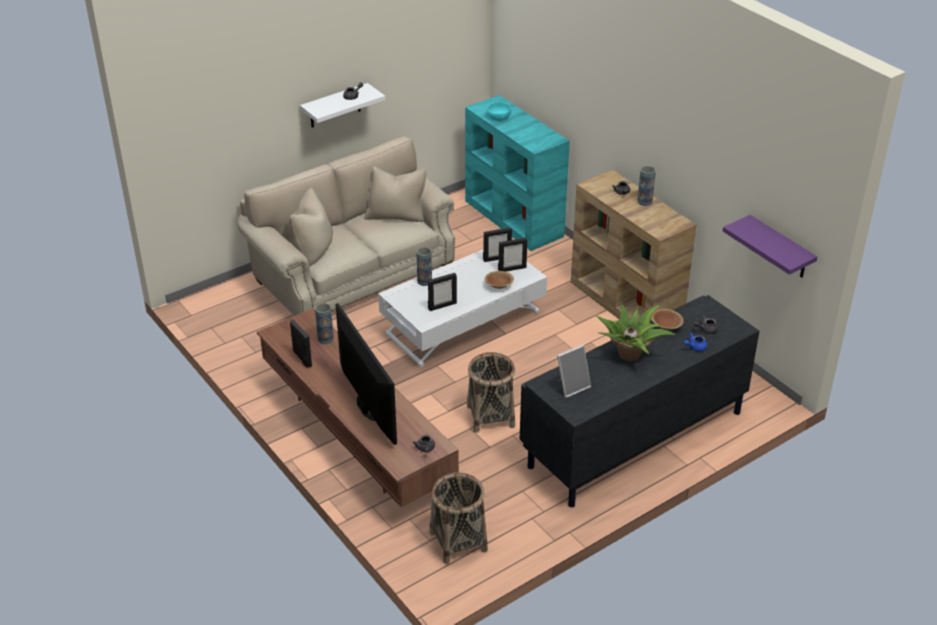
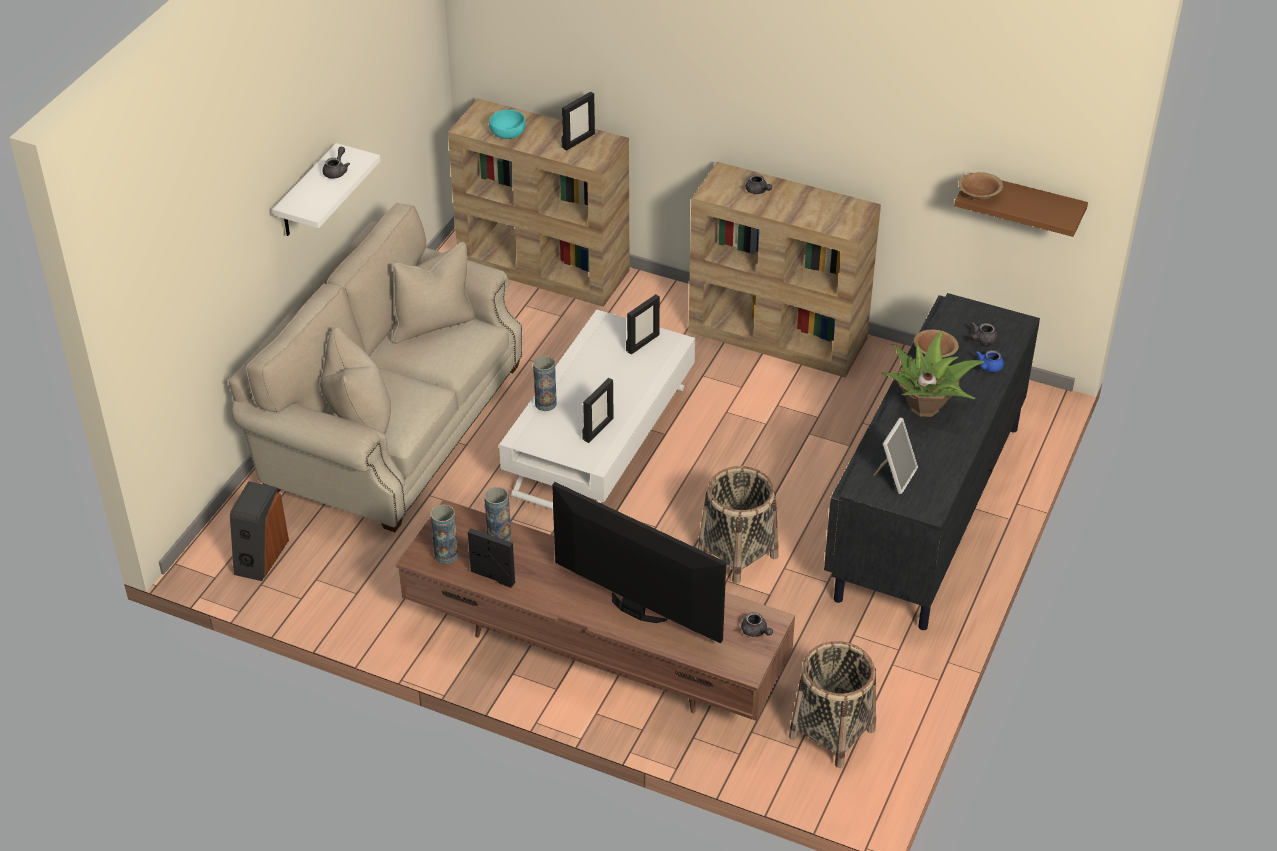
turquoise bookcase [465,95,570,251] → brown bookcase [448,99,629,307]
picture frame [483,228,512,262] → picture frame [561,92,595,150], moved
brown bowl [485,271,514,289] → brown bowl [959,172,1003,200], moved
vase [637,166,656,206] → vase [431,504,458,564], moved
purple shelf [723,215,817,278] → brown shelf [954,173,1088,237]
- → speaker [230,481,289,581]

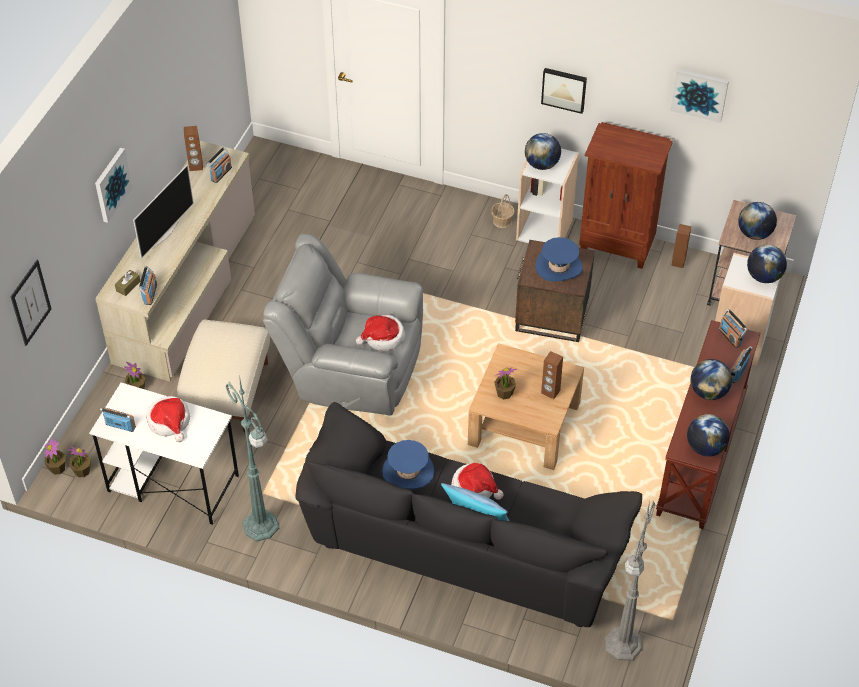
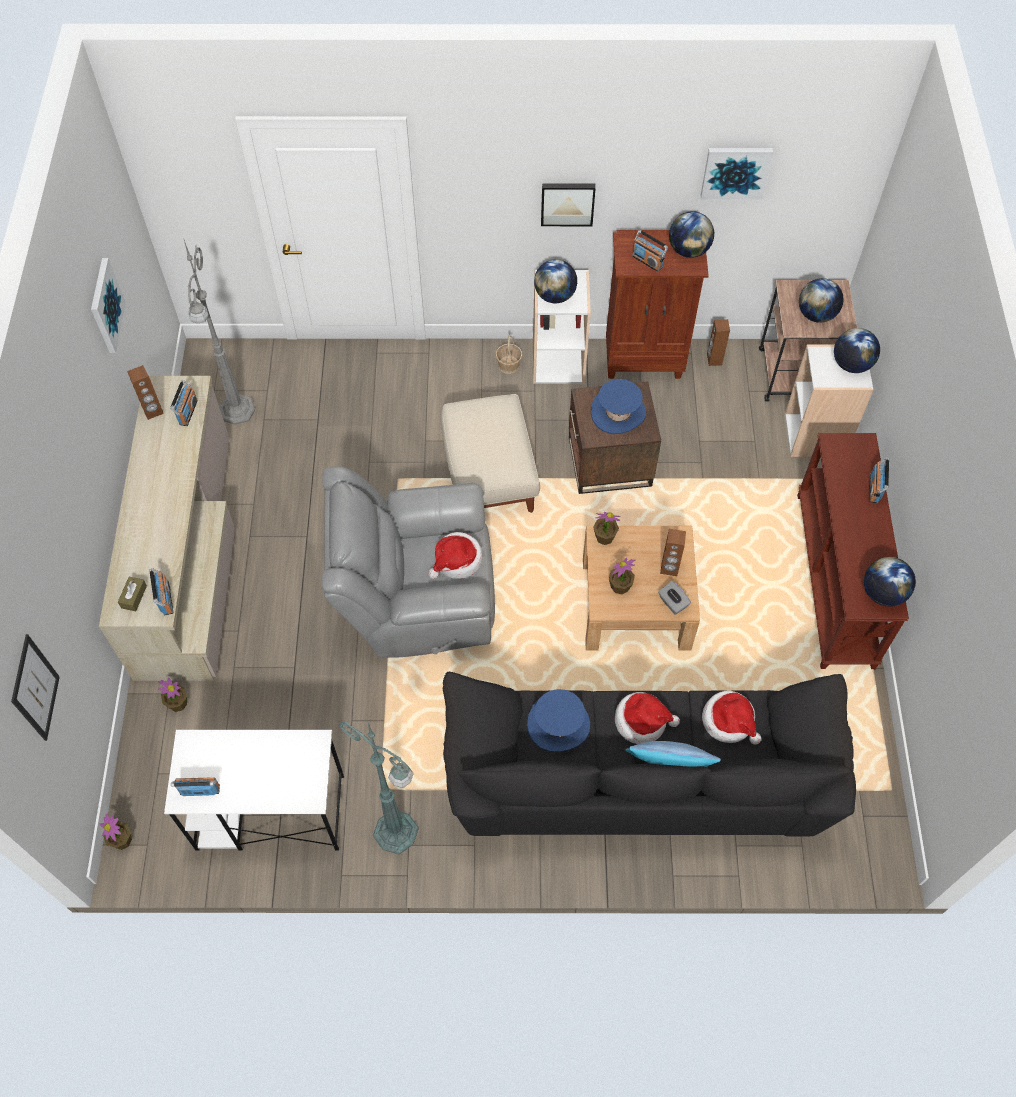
potted plant [67,447,91,477] → potted plant [593,512,620,545], moved
picture [95,148,132,223] → picture [91,258,126,353], moved
television [133,165,194,259] → -
hat [146,396,190,442] → hat [702,691,762,745], moved
beige ottoman [176,320,270,434] → beige ottoman [440,394,540,513], moved
grey floor lamp [605,501,655,661] → grey floor lamp [183,238,255,425], moved
globe [691,359,732,400] → globe [669,211,714,258], moved
radio [719,309,748,348] → radio [632,230,668,272], moved
- → grey tissue box [658,581,691,615]

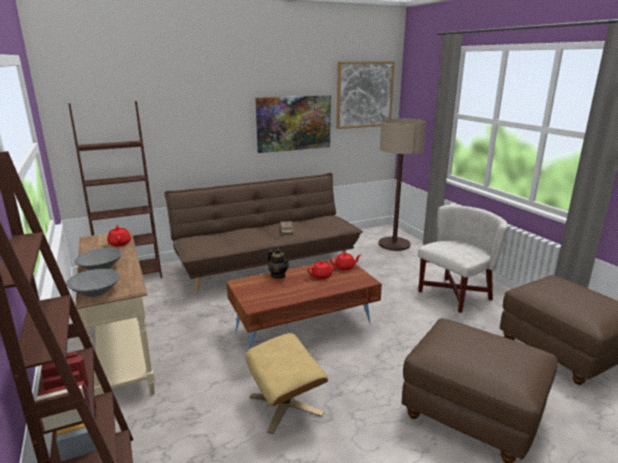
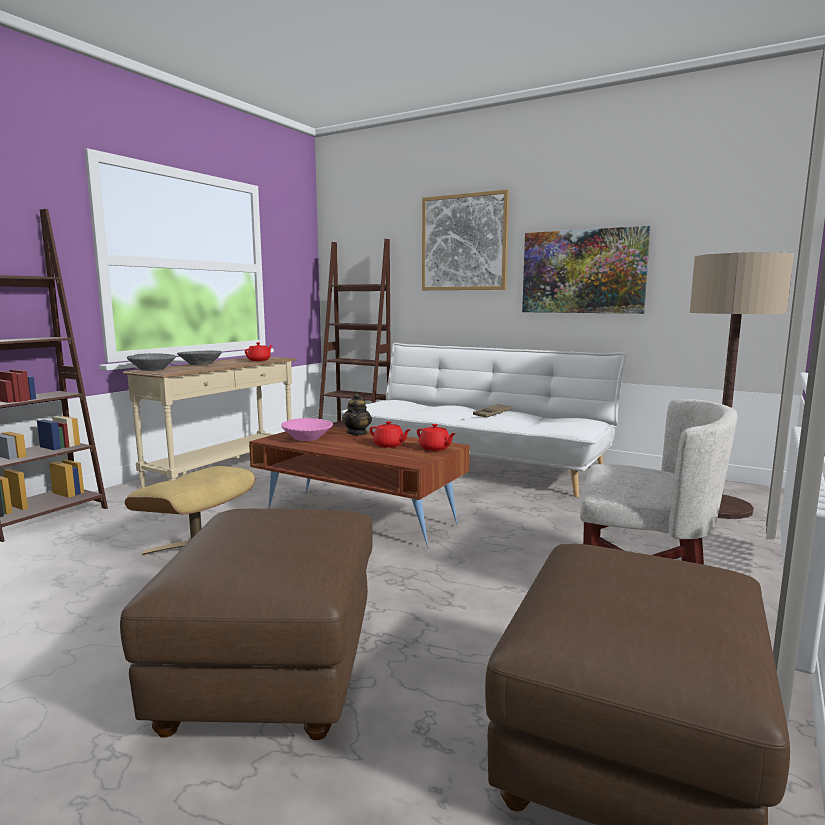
brown sofa [165,173,363,294] → white sofa [341,343,626,497]
picture [336,61,395,129] → picture [422,189,509,290], moved
- → pink bowl [281,418,333,441]

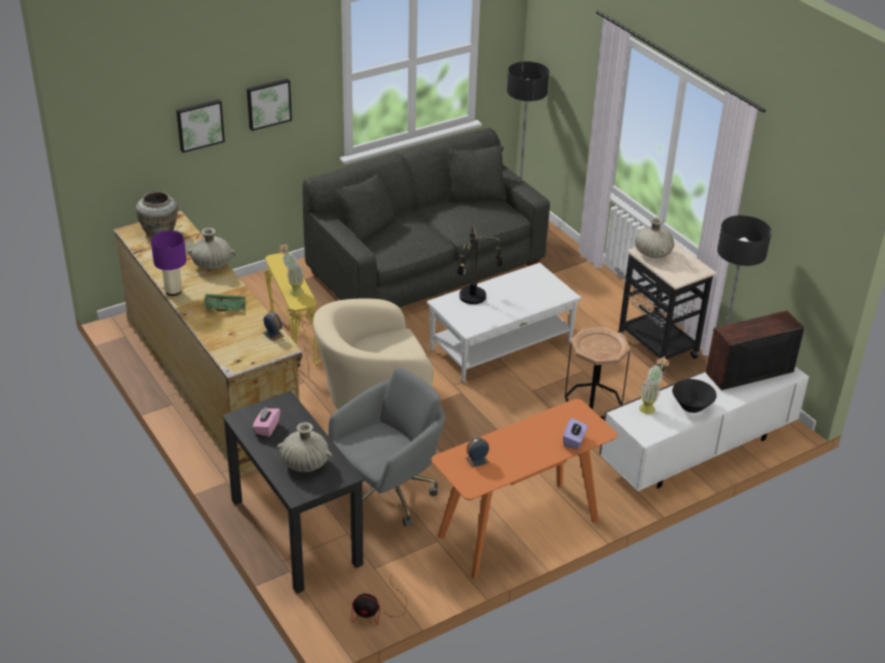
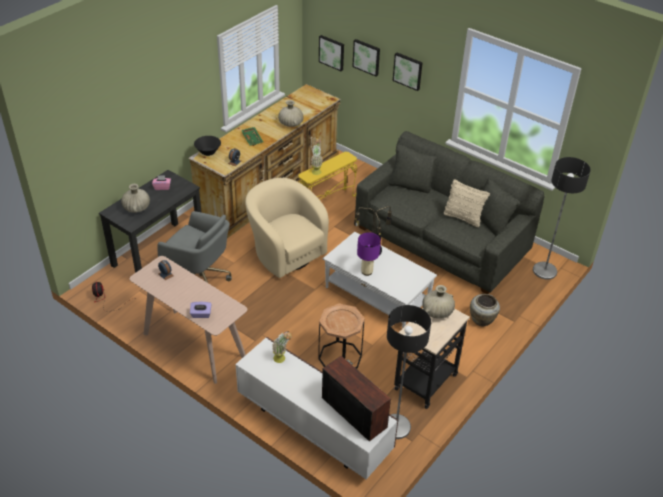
beige vase [136,192,178,237] → beige vase [470,294,500,326], moved
purple table lamp [151,231,186,296] → purple table lamp [357,232,381,276], moved
orange console table [431,399,618,579] → beige console table [130,256,247,384]
black bowl [672,379,717,413] → black bowl [194,136,221,156], moved
- → picture [319,35,344,71]
- → beige pillow [444,180,490,227]

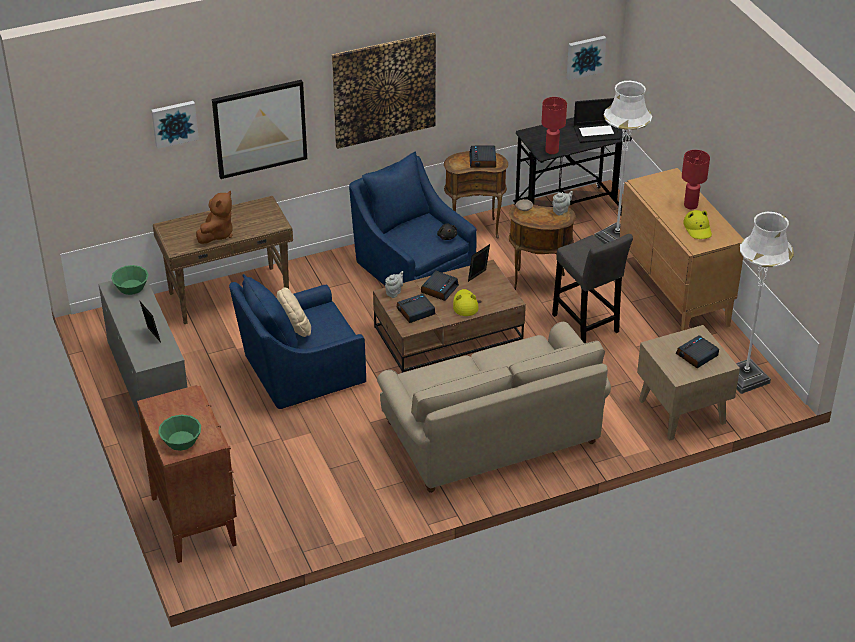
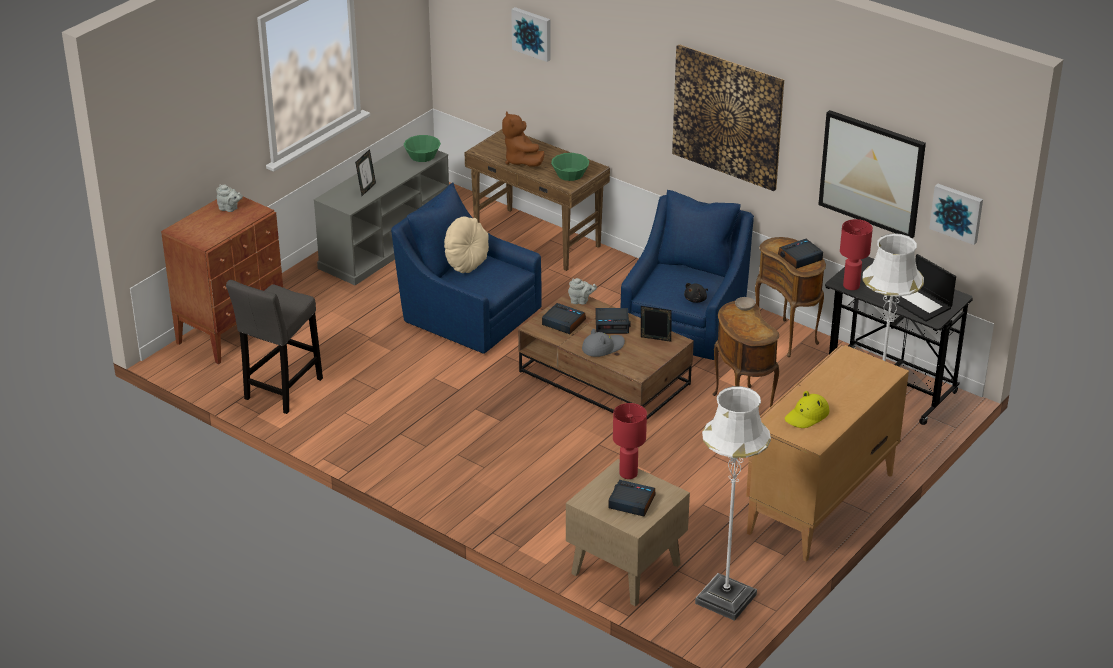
green bowl [158,414,201,451] → green bowl [551,153,589,181], moved
brown plush toy [196,191,233,244] → brown plush toy [502,111,545,167], 75 degrees clockwise
picture [212,80,307,179] → picture [818,110,926,239], moved
beige sofa [377,322,611,493] → -
yellow hat [453,289,479,316] → grey hat [582,329,625,357]
grey teapot [552,191,573,216] → grey teapot [216,184,243,212], moved
grey stool [552,234,633,343] → grey stool [226,280,323,414], moved
red table lamp [682,150,710,209] → red table lamp [613,403,647,479], moved

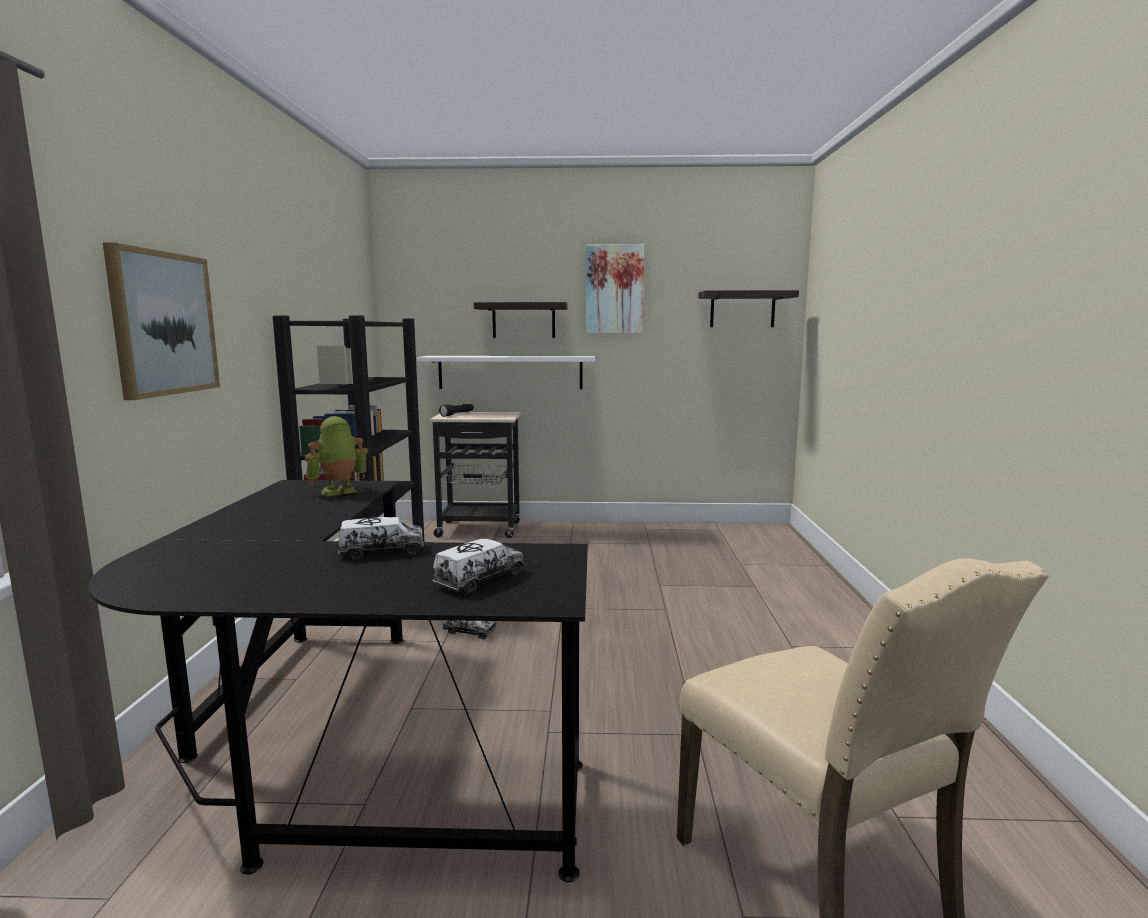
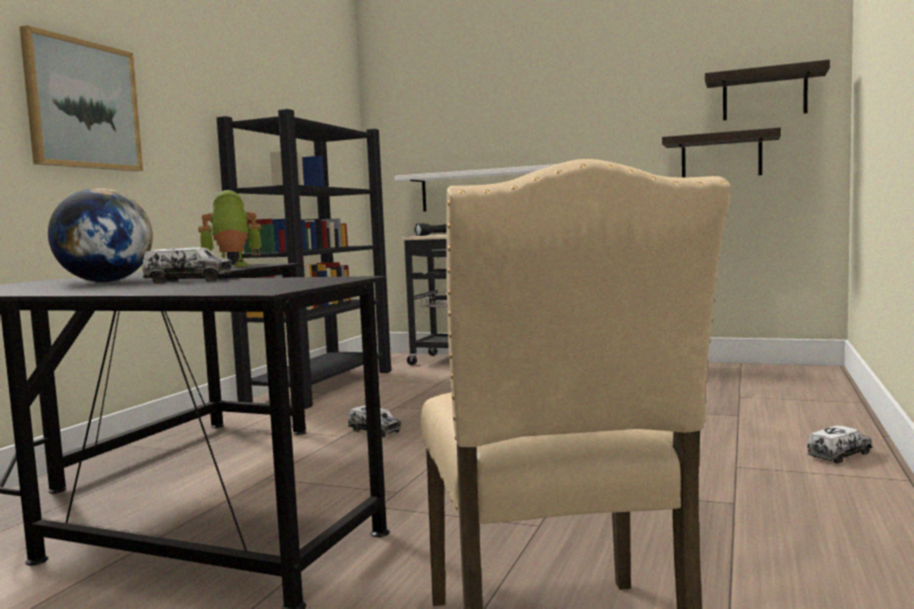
toy truck [432,539,524,593] → toy truck [807,426,872,463], moved
shelf [474,302,568,338] → shelf [662,127,781,177], moved
picture [586,244,644,333] → -
- → globe [48,188,153,282]

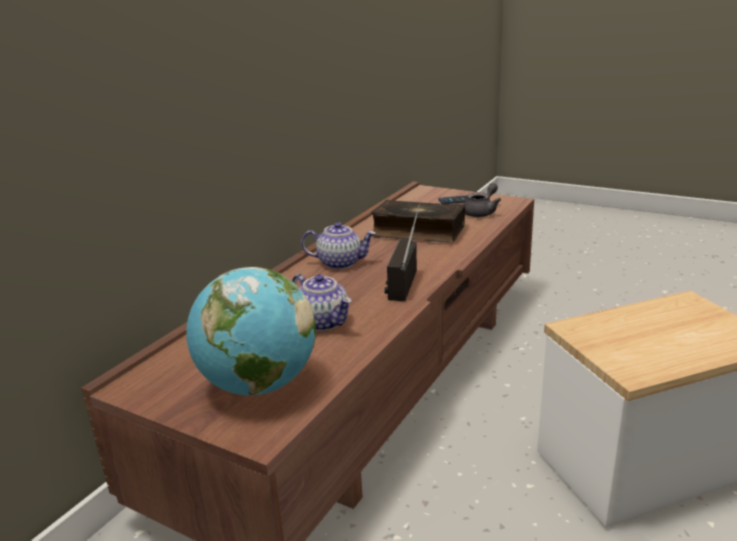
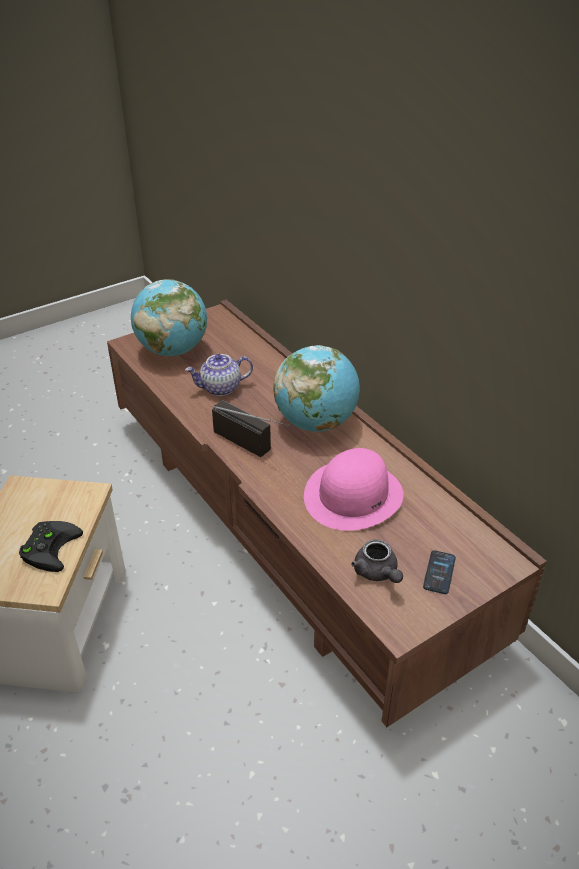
teapot [301,222,376,270] → globe [274,345,360,432]
book [371,200,465,243] → pink hat [304,448,403,531]
- → black game controller [19,521,83,572]

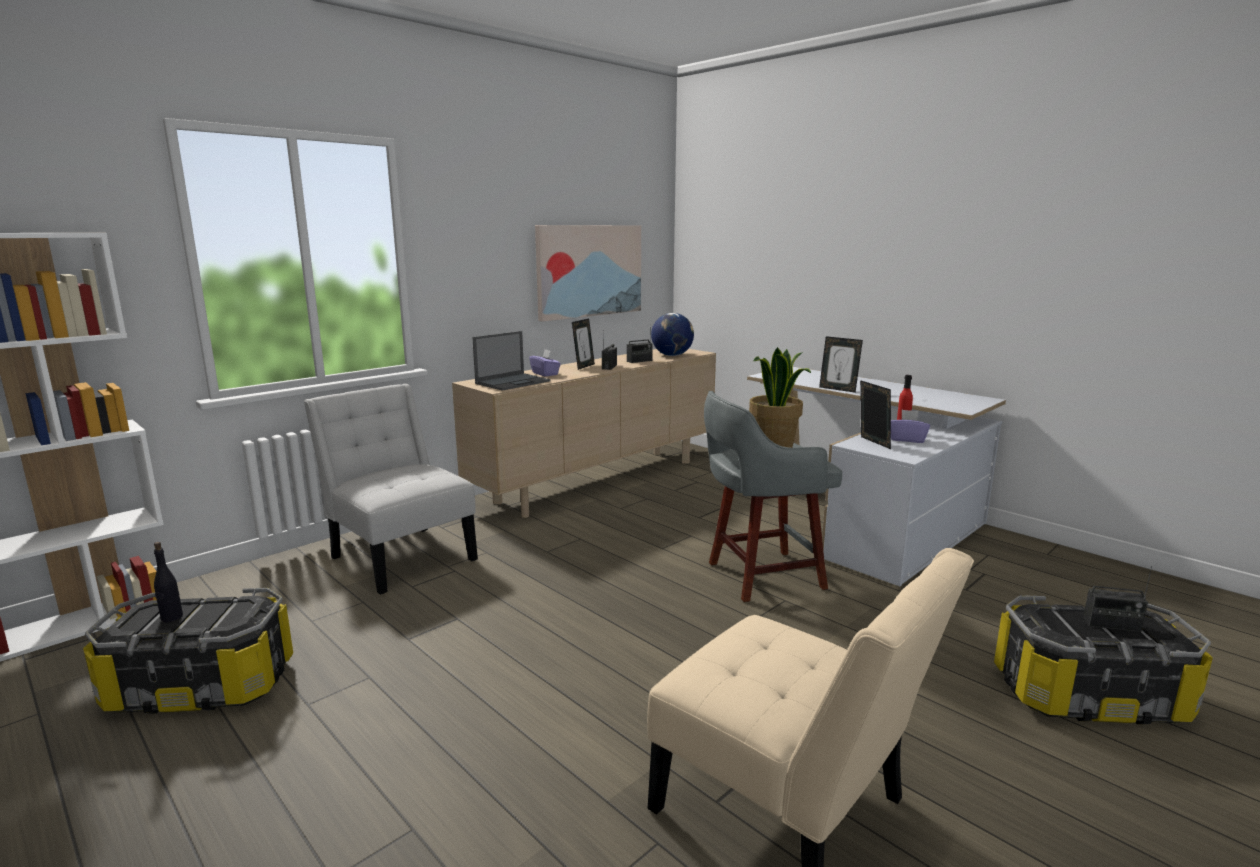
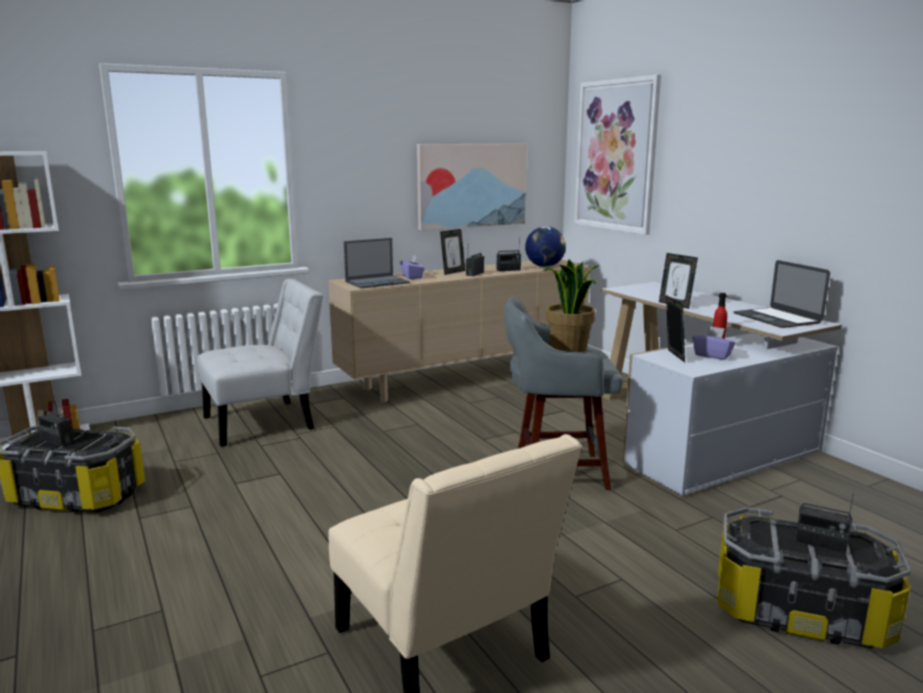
black bottle [154,542,183,622] → radio [38,396,74,446]
white chair [304,384,478,595] → white chair [197,279,323,447], 90 degrees clockwise
- → picture [574,75,661,235]
- → laptop [733,260,830,328]

